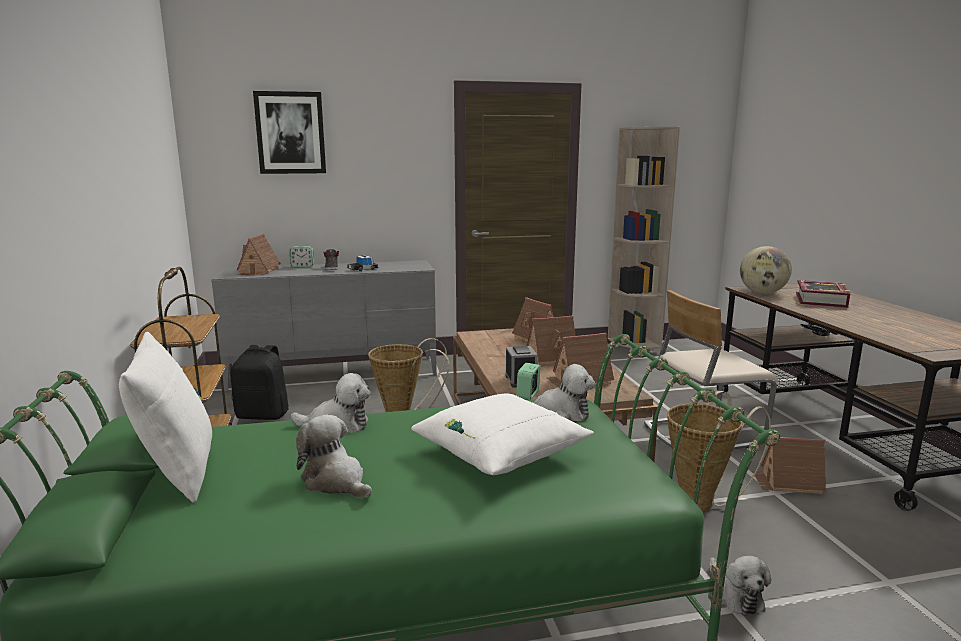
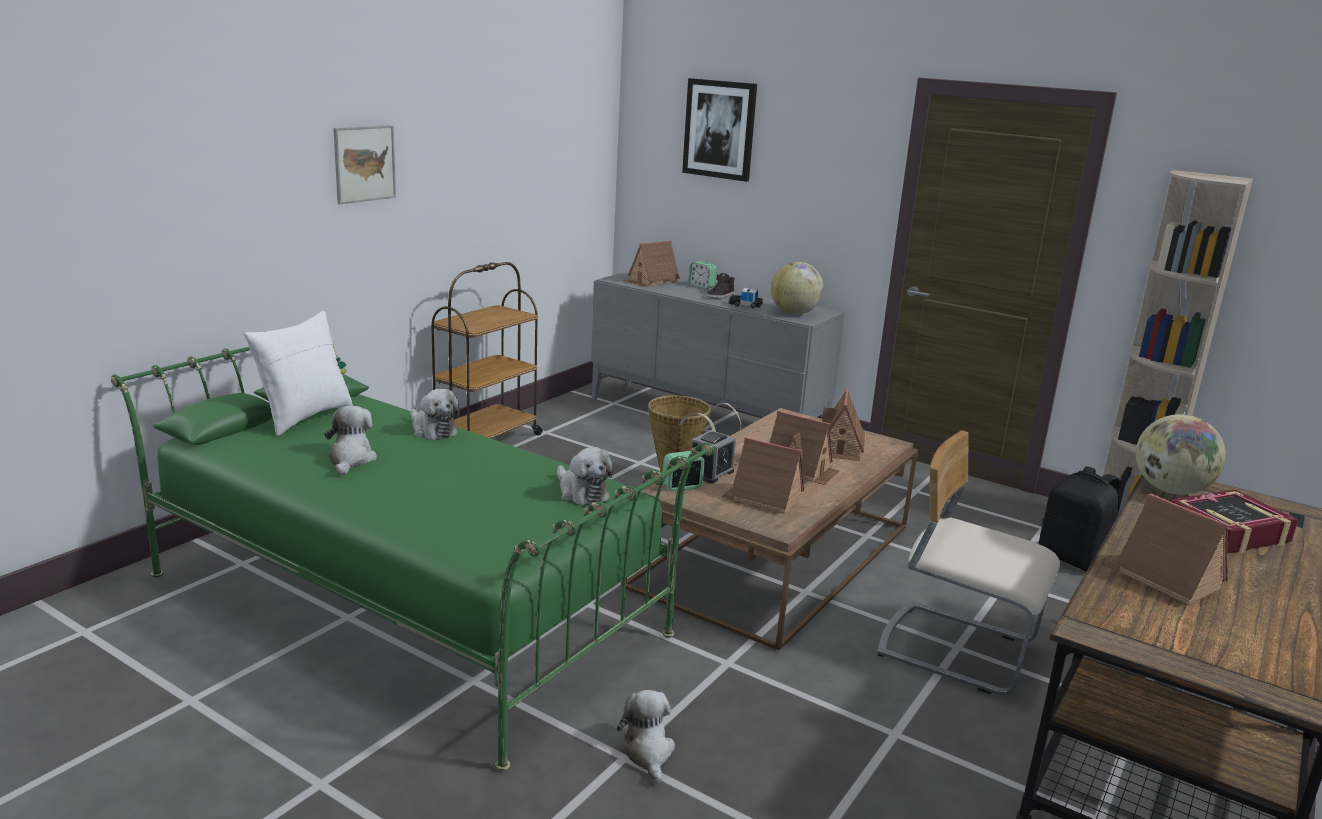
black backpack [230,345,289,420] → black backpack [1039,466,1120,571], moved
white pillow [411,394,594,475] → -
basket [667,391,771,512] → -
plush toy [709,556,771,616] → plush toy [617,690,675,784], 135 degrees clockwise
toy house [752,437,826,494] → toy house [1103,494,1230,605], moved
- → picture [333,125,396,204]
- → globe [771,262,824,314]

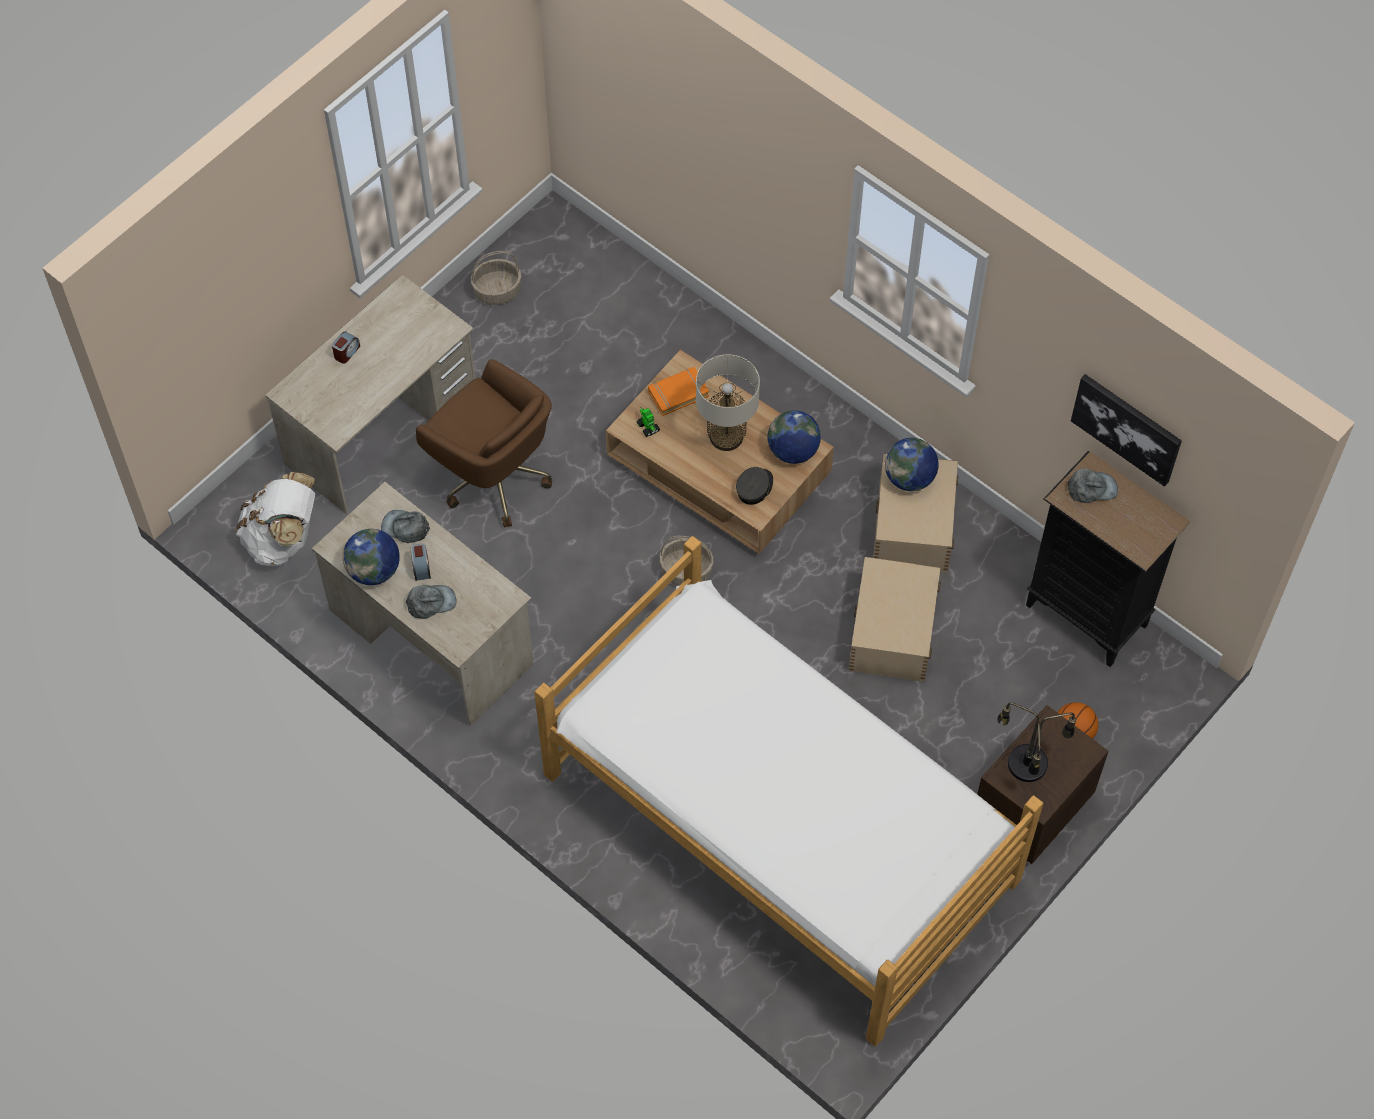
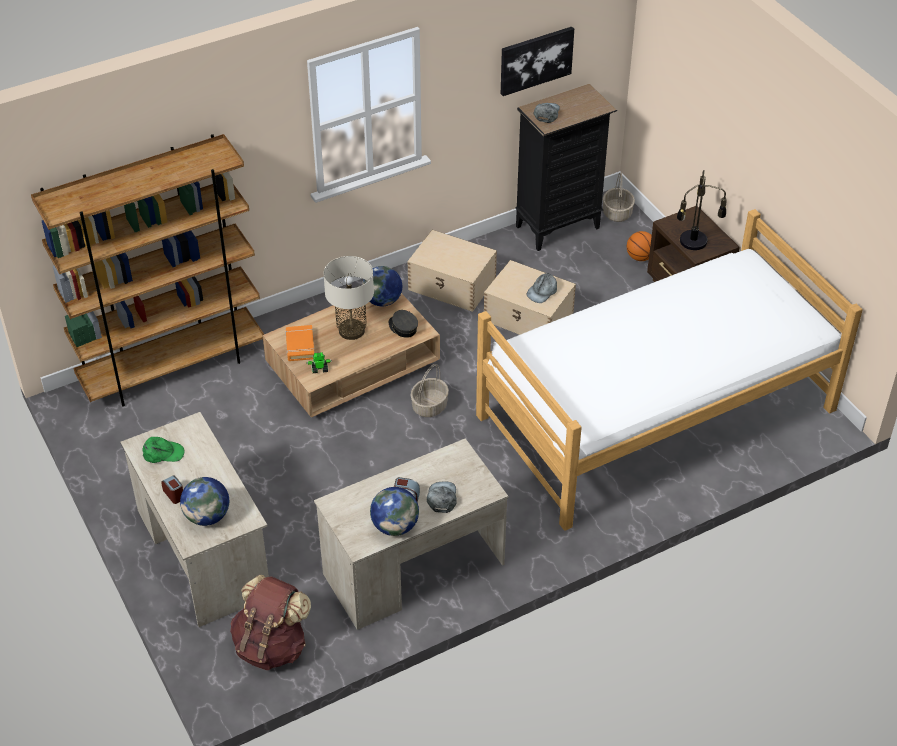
white backpack [236,472,315,566] → brown backpack [230,575,311,670]
grey cap [381,510,430,543] → grey cap [526,273,557,303], moved
brown office chair [416,359,552,527] → -
basket [471,251,521,305] → basket [603,172,635,222], moved
globe [885,438,939,491] → globe [180,477,229,526], moved
- → brown bookcase [31,134,264,406]
- → green cap [142,437,184,463]

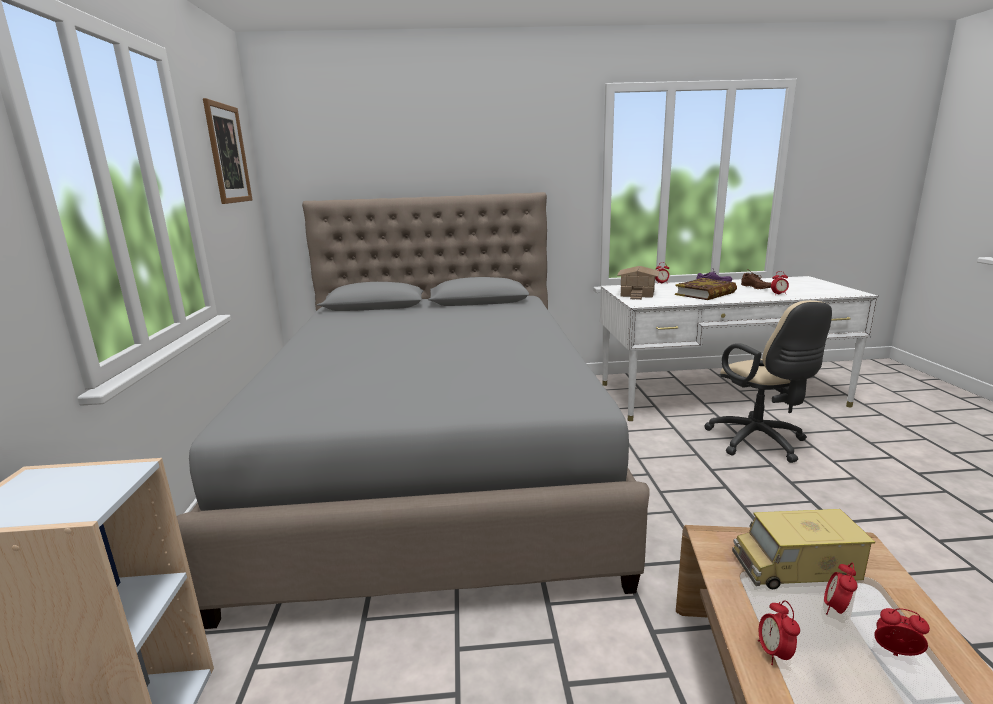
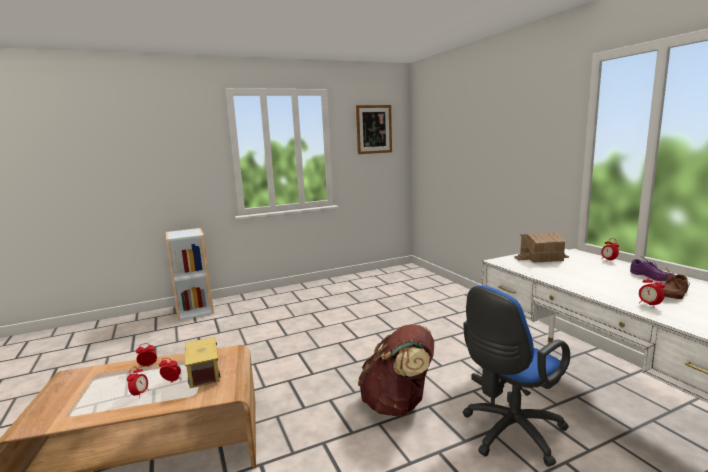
grey bed [177,192,650,629] → -
book [675,278,737,300] → -
beige office chair [704,300,832,463] → blue office chair [463,285,570,467]
- → brown backpack [358,324,434,416]

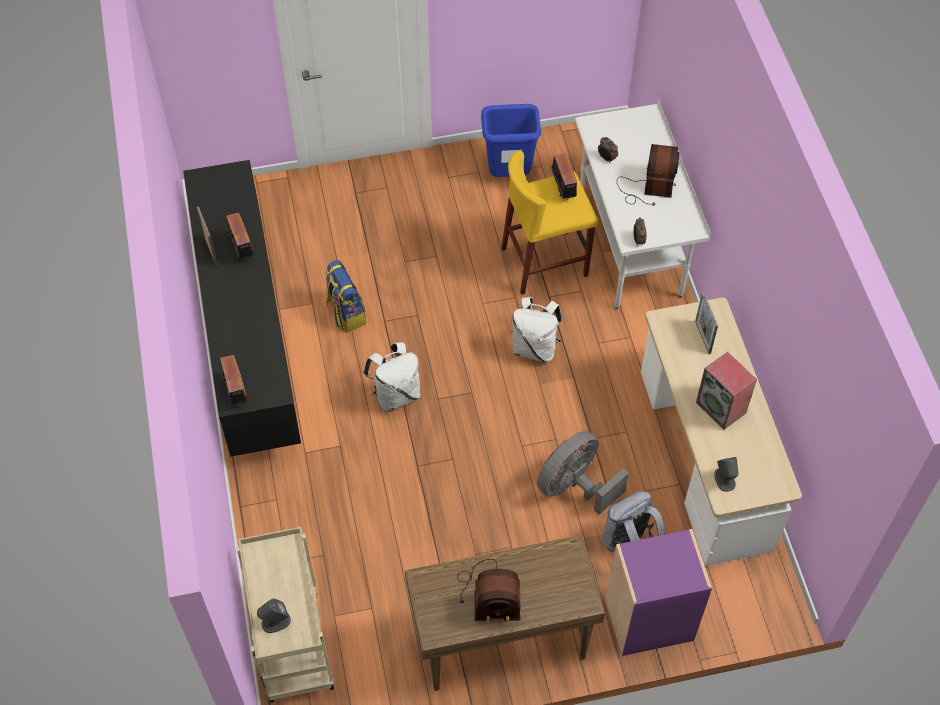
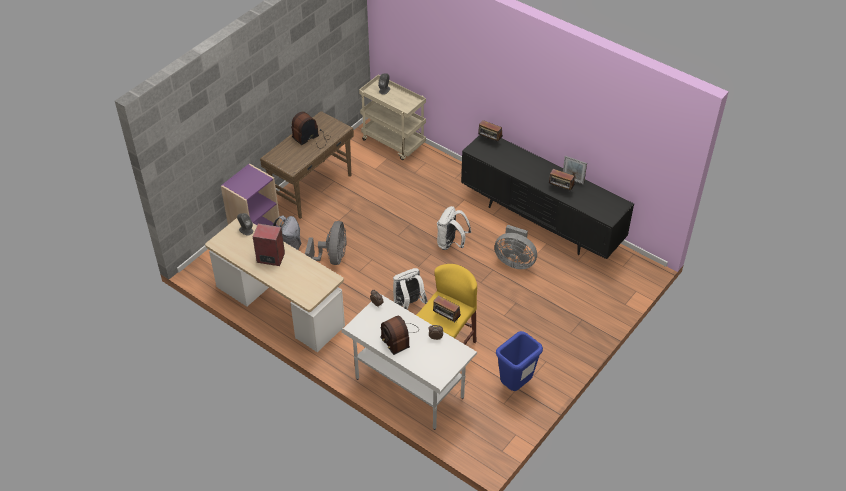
backpack [325,260,366,332] → grey fan [494,225,537,269]
picture frame [695,292,718,354] → -

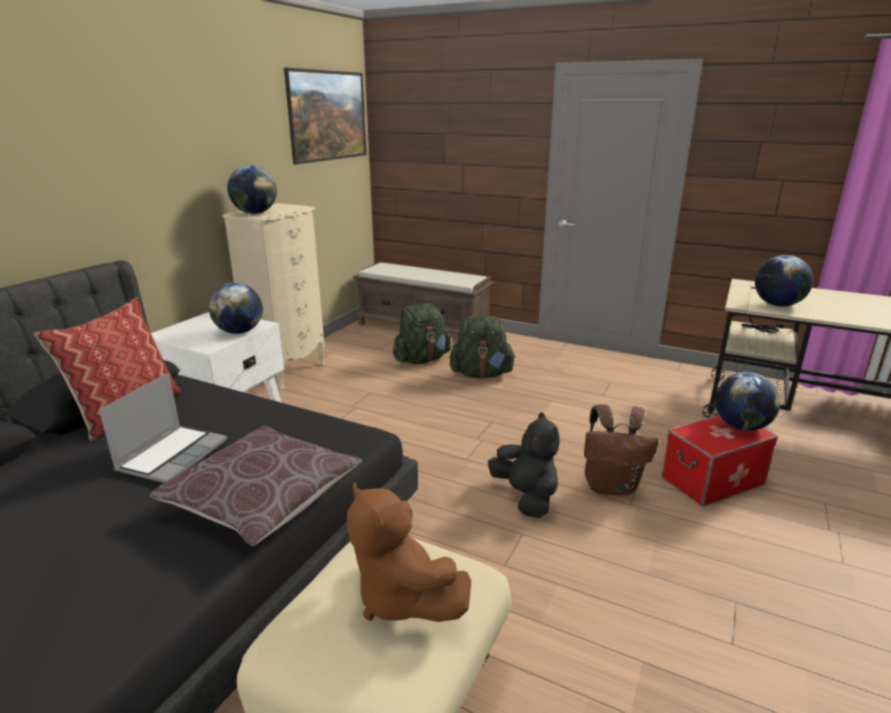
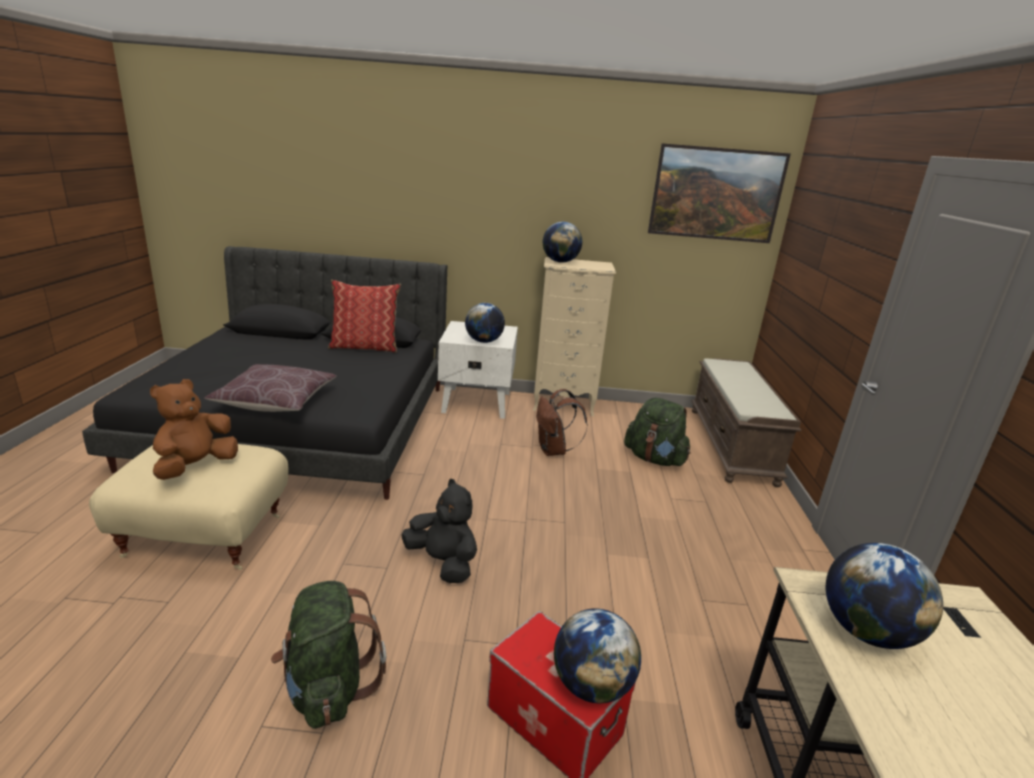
laptop [99,373,227,483] → -
green backpack [450,316,516,378] → green backpack [271,581,386,729], moved
black plush toy [488,412,560,518] → black plush toy [401,479,477,583], 90 degrees counterclockwise
brown backpack [584,404,659,496] → brown backpack [536,389,588,456], moved

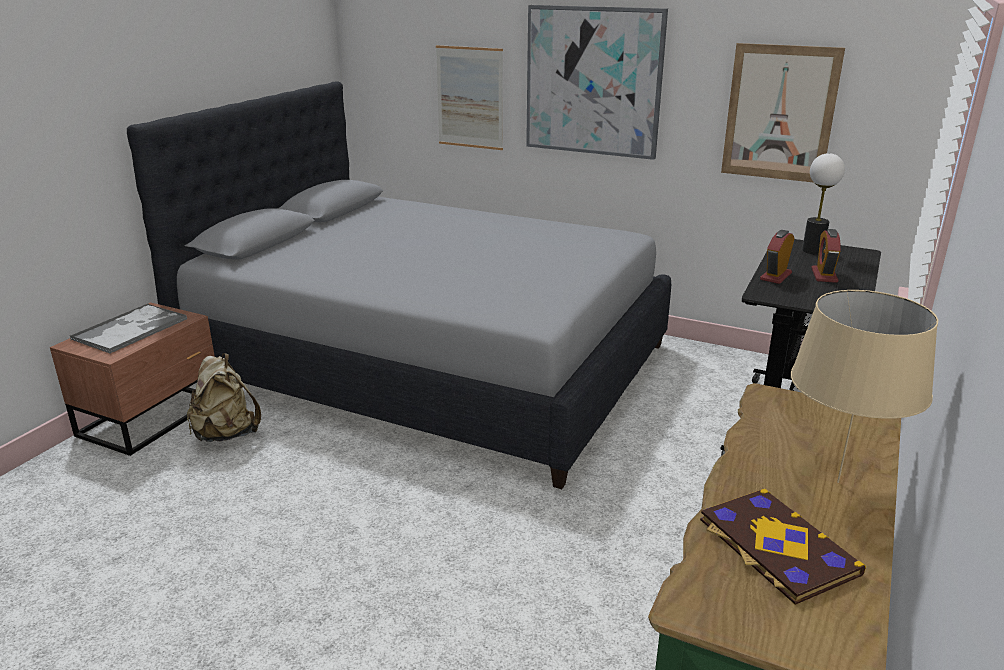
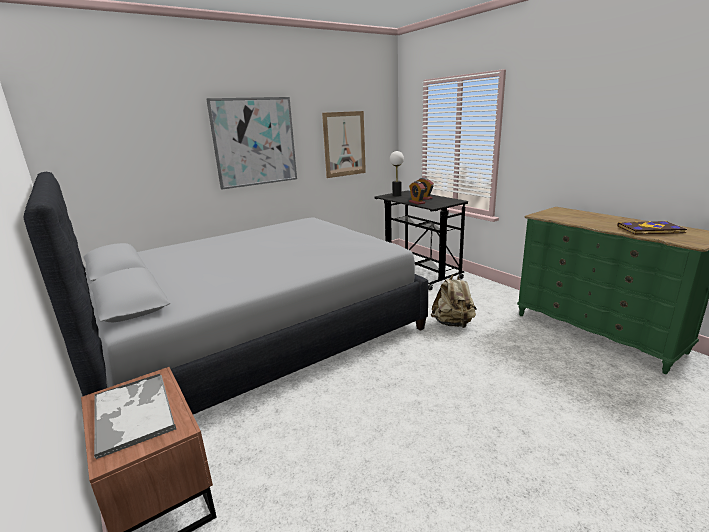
beige backpack [187,353,261,442] → beige backpack [431,273,476,328], moved
picture [436,45,503,150] → -
beige table lamp [791,290,938,483] → -

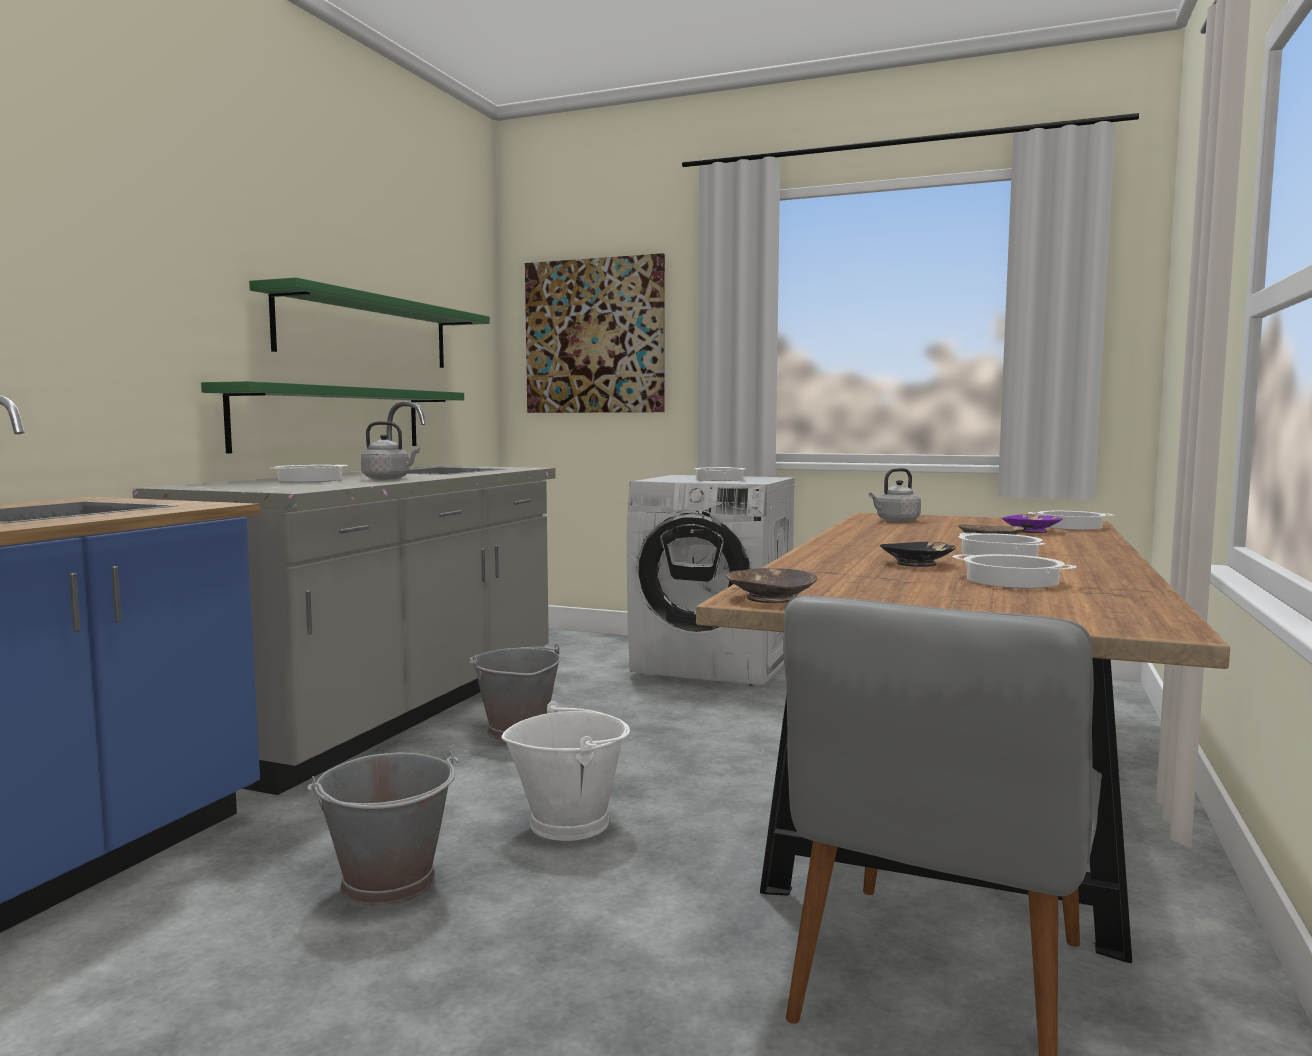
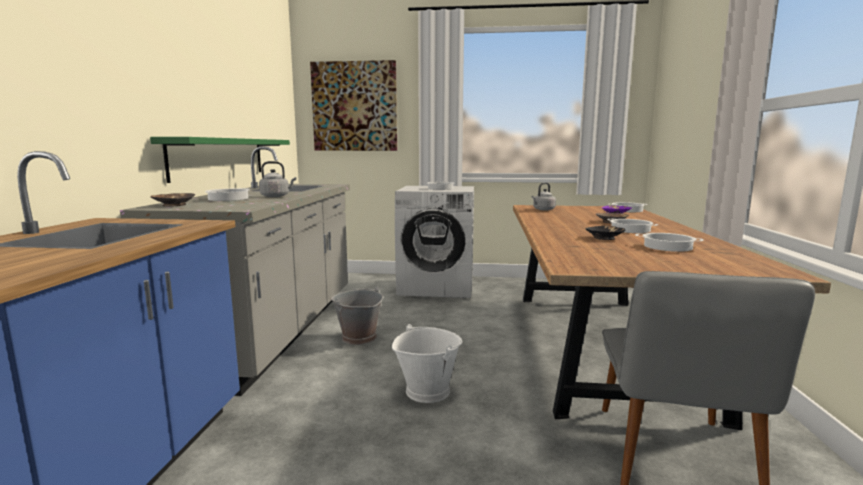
green shelf [249,277,490,368] → -
grey bucket [307,751,459,908] → -
brown bowl [726,568,817,603] → brown bowl [150,193,195,207], moved

